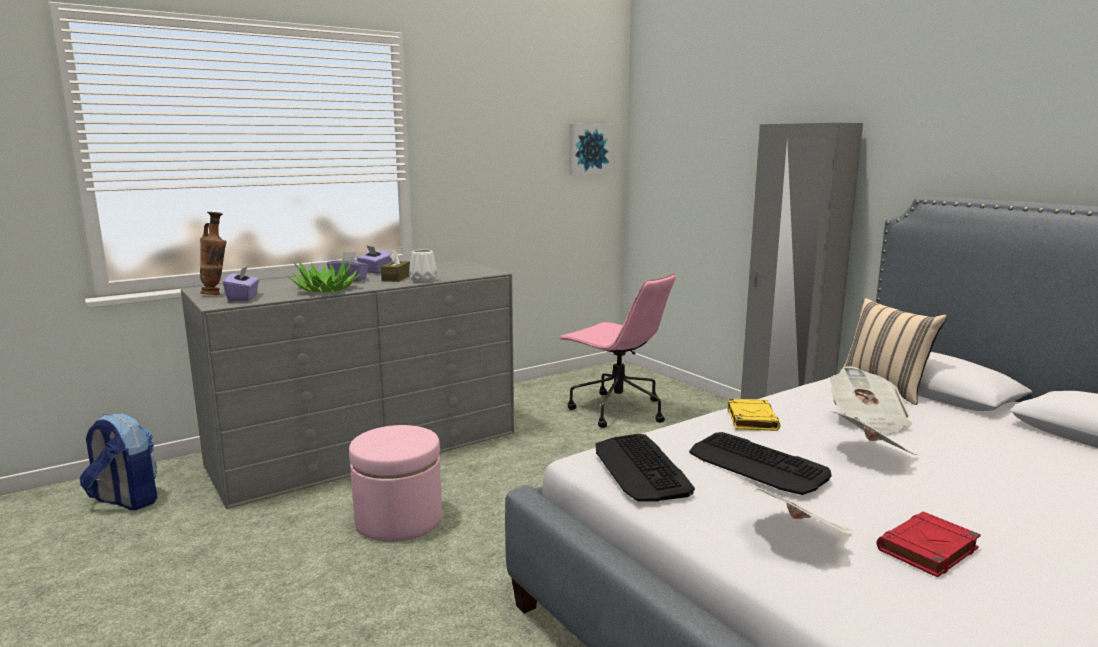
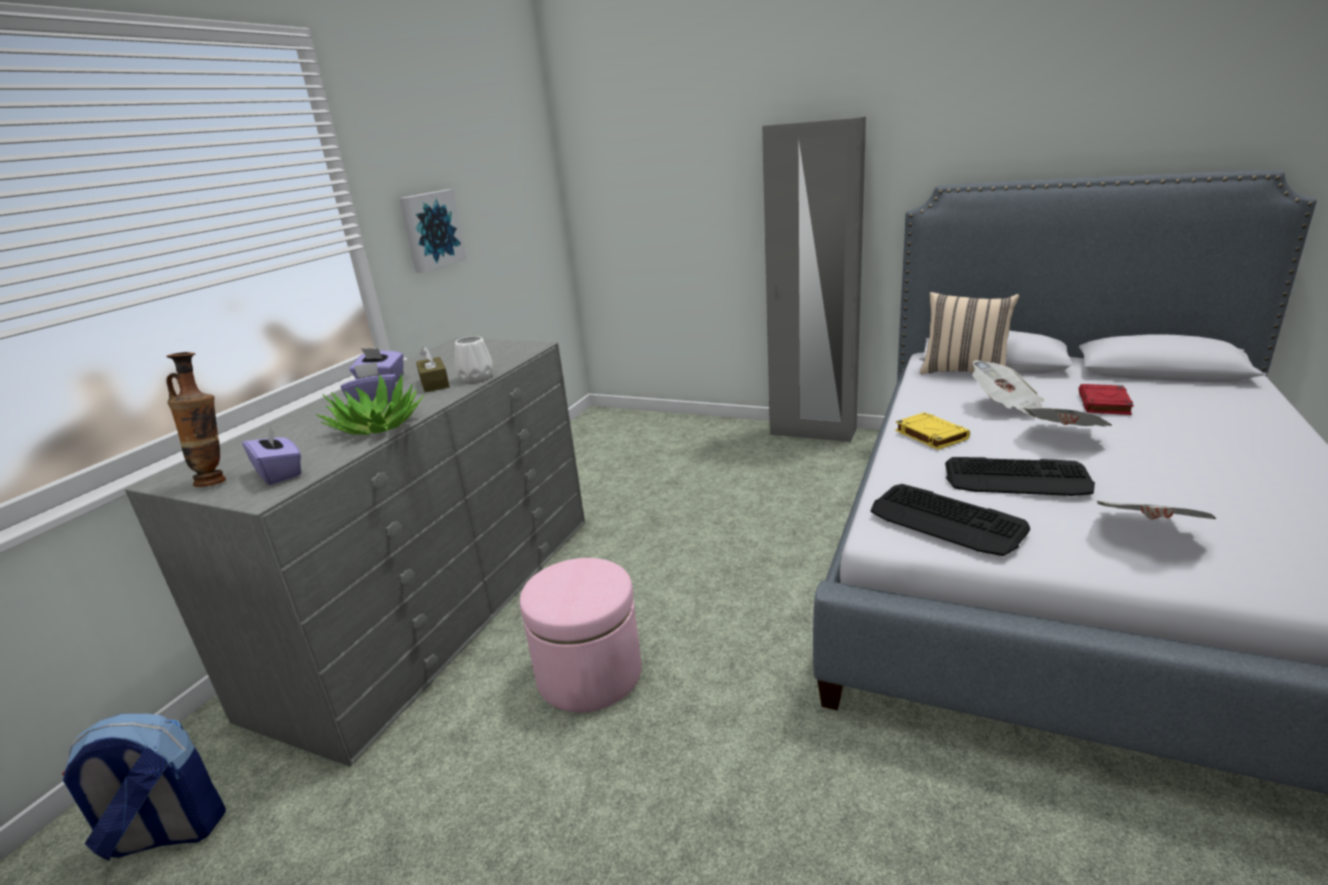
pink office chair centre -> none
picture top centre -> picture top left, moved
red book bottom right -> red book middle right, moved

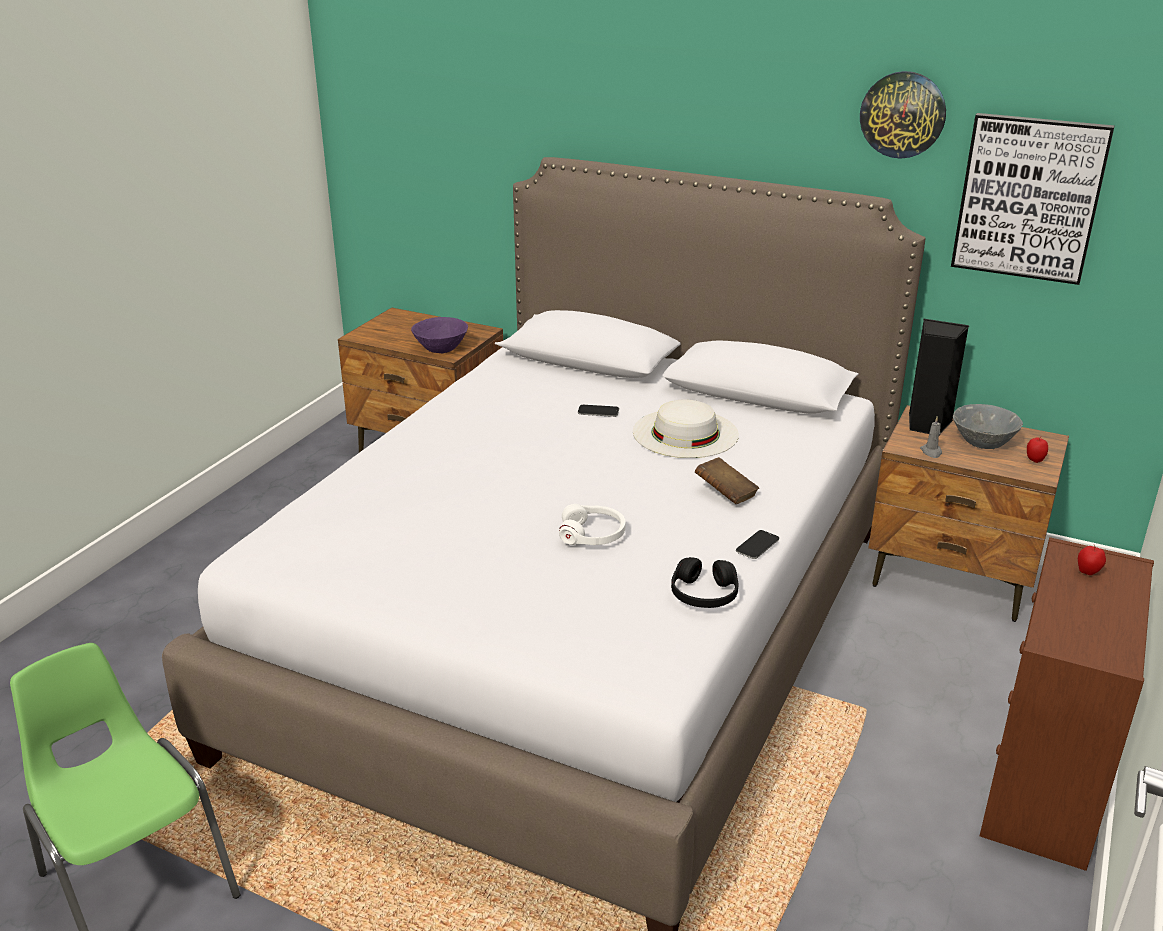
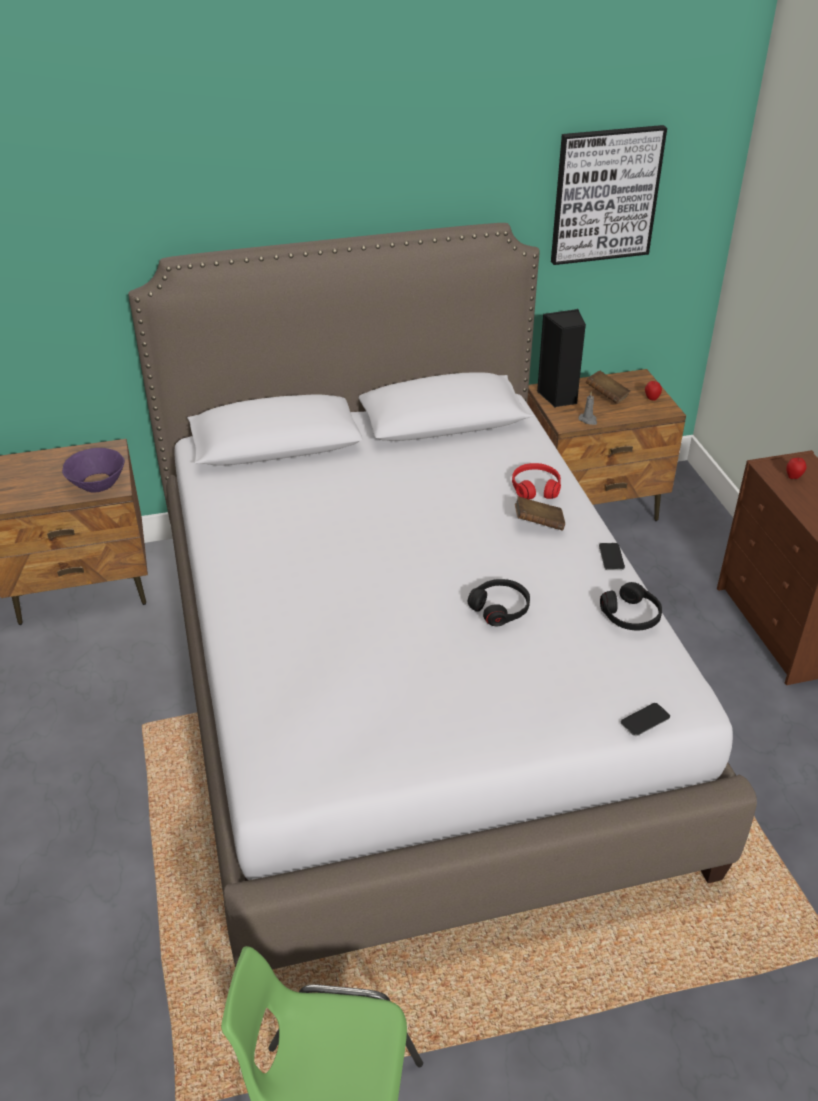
white hat centre -> none
wall clock top right -> none
none -> red headphones centre
phone (1st from left in the first image) centre -> phone (2nd from left) middle right, moved
grey bowl middle right -> brown book (2nd from left) middle right
white headphones centre -> black headphones (1st from left) centre

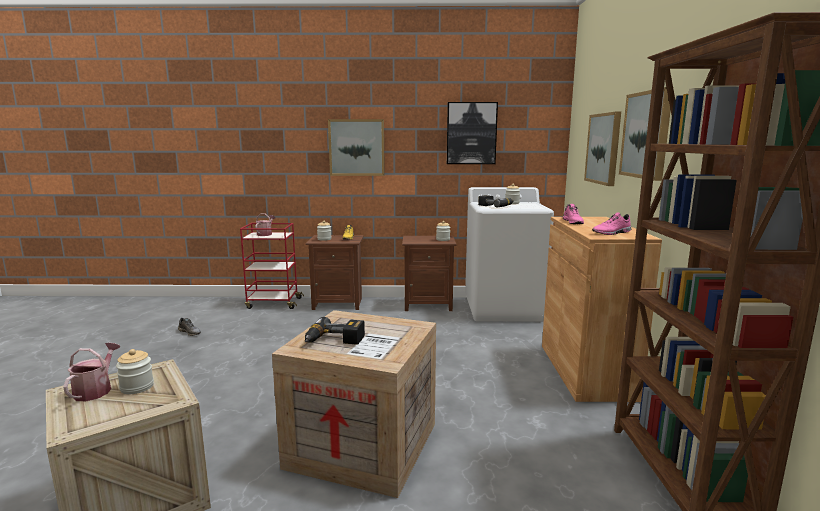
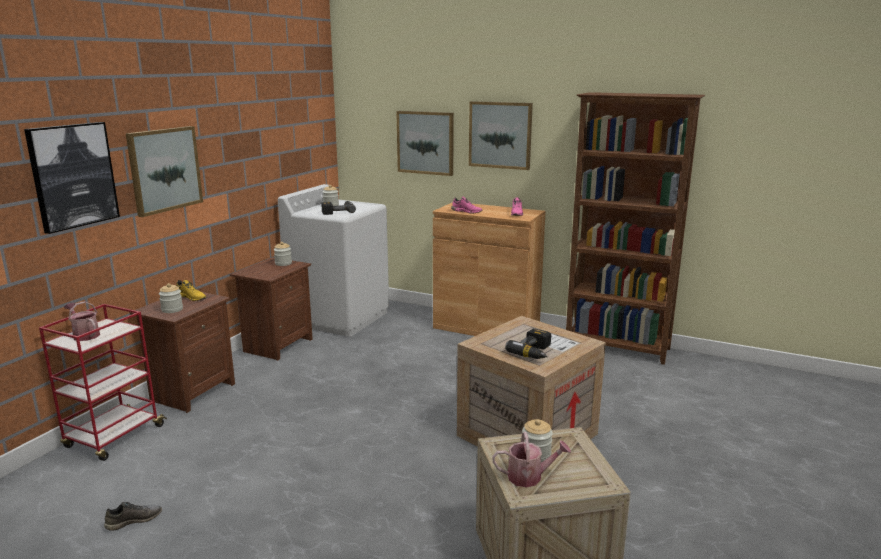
picture (2nd from left in the first image) top centre -> picture (1st from left) top left, moved
watering can (1st from left in the first image) bottom left -> watering can (2nd from left) bottom centre, 150 degrees clockwise

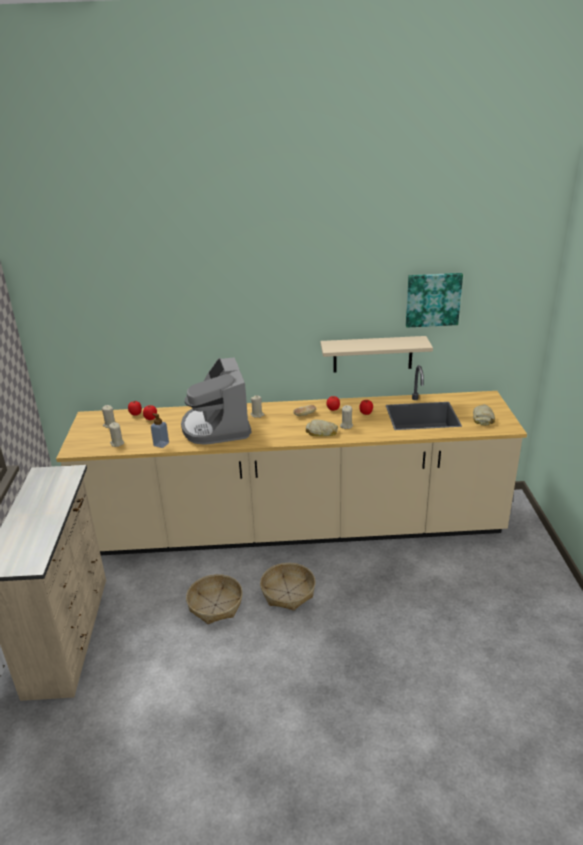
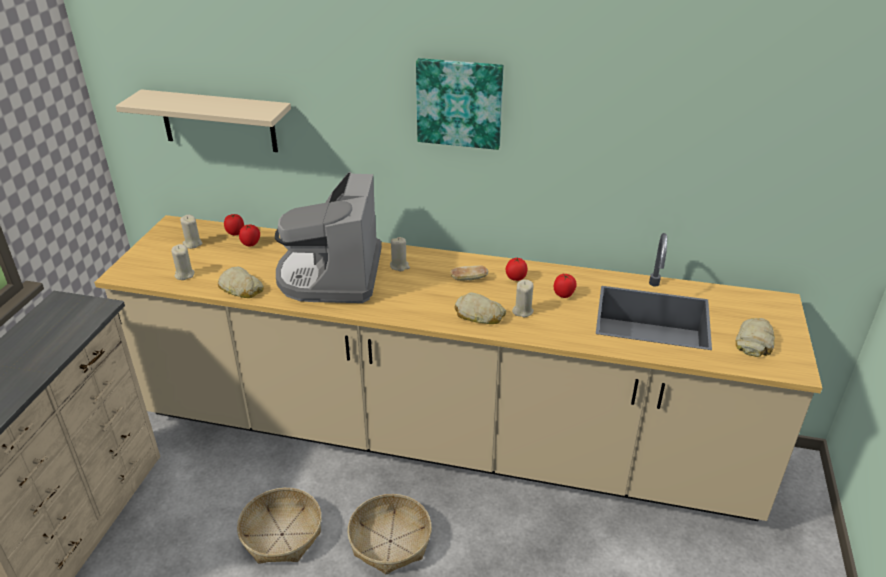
beige shelf centre -> beige shelf top left, moved
picture middle right -> picture top centre, moved
soap dispenser middle left -> bread (1st from left) middle left

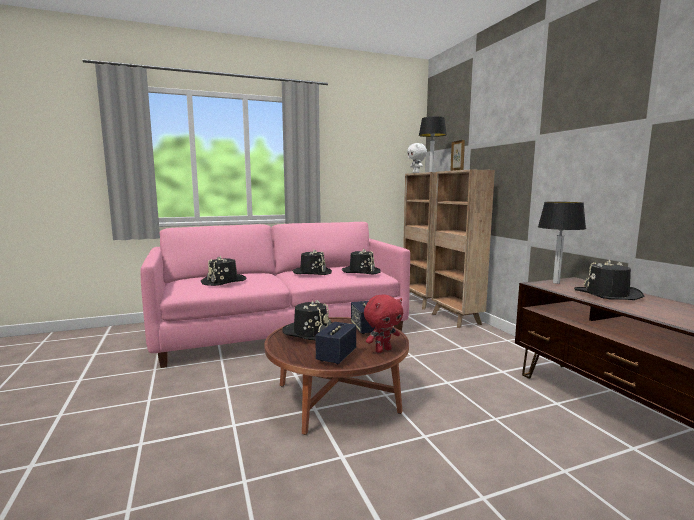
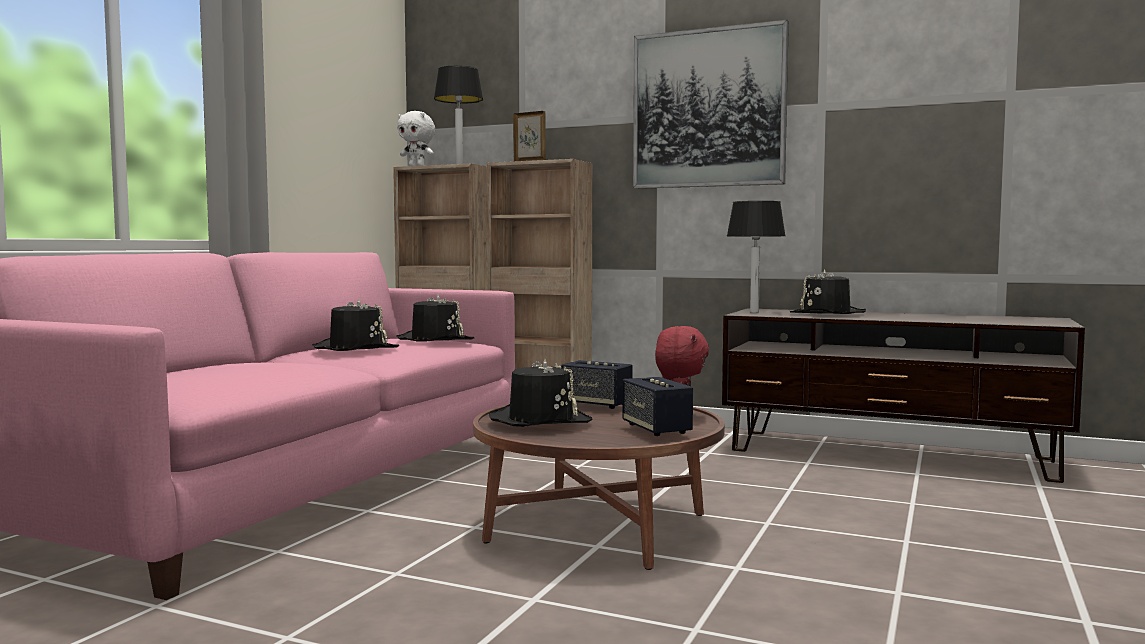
black hat (1st from left) middle left -> none
none -> picture top centre

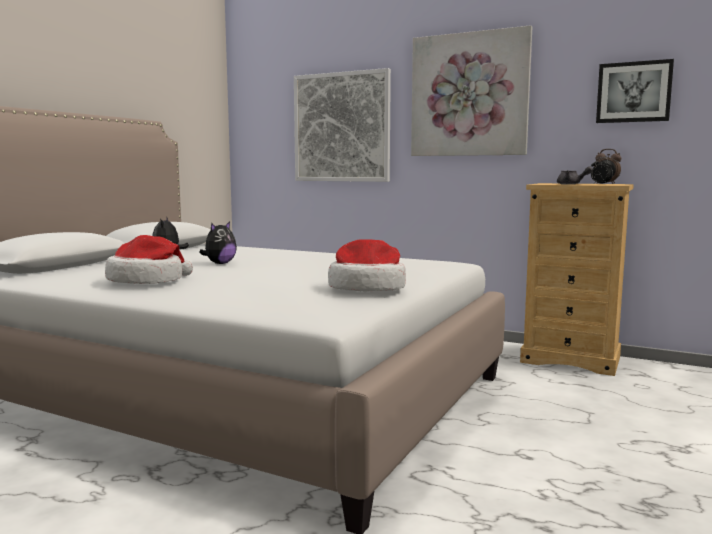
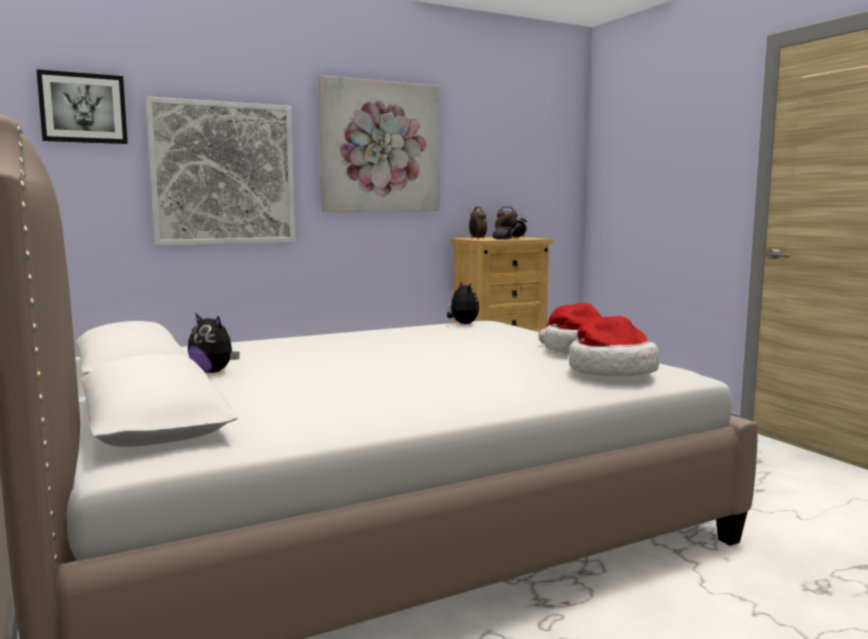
none -> alarm clock (1st from left) centre
hat (1st from left in the first image) middle left -> hat (2nd from left) middle right, moved
plush toy (2nd from left) middle left -> plush toy (2nd from left) centre, moved
picture (3rd from left in the first image) top right -> picture (1st from left) top left, moved

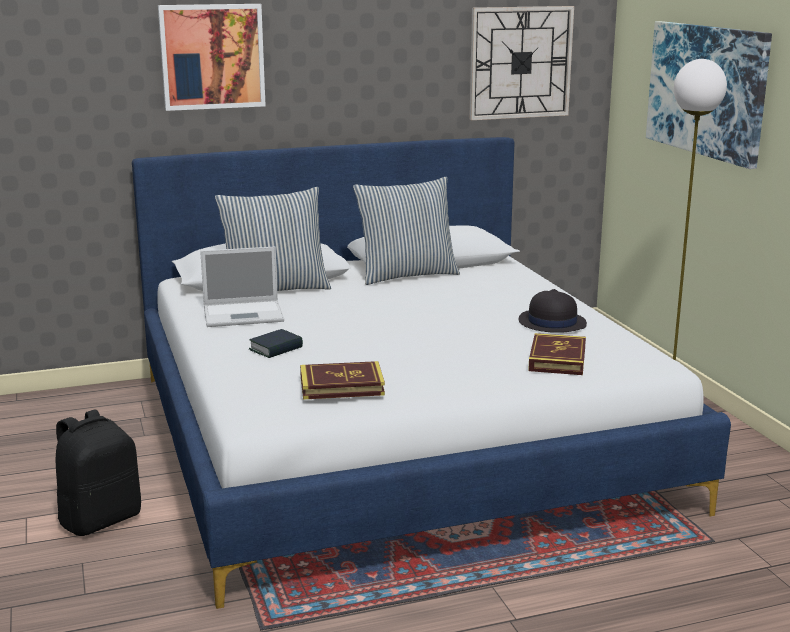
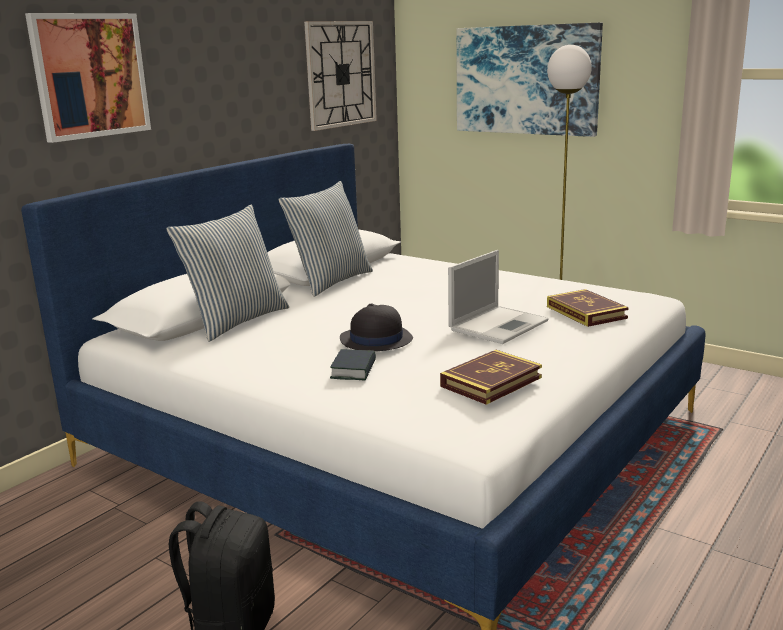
laptop middle left -> laptop centre, moved
black hat middle right -> black hat centre, moved

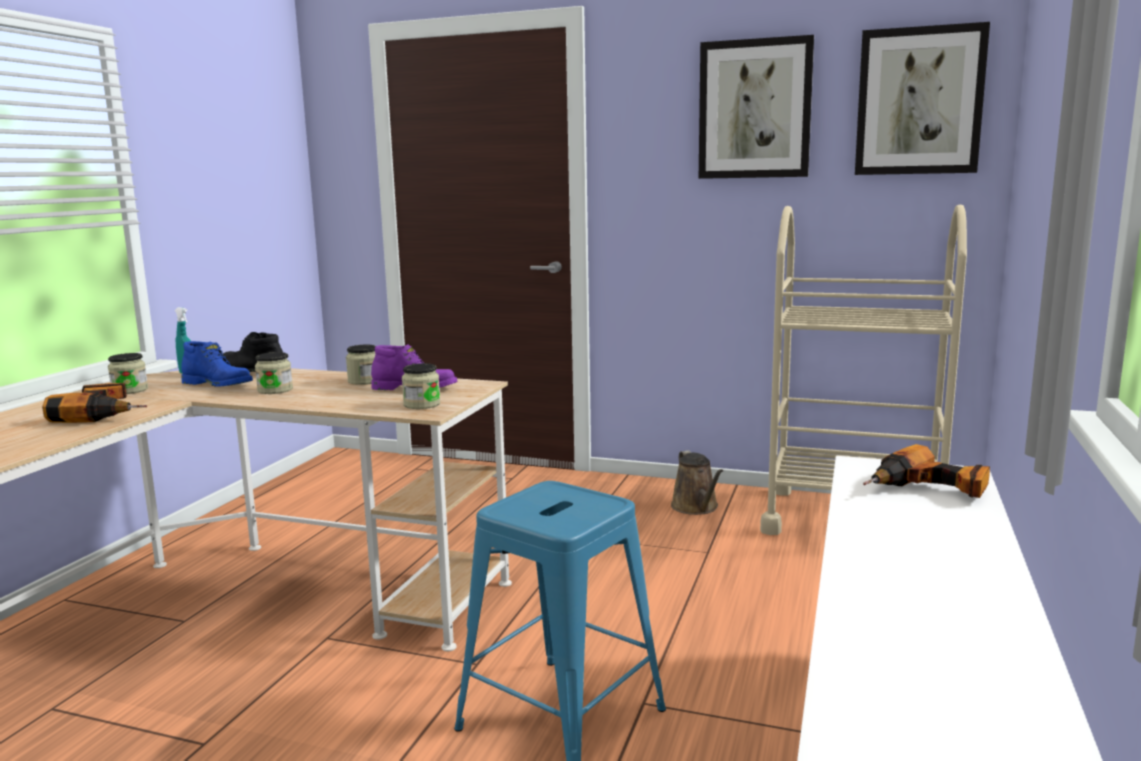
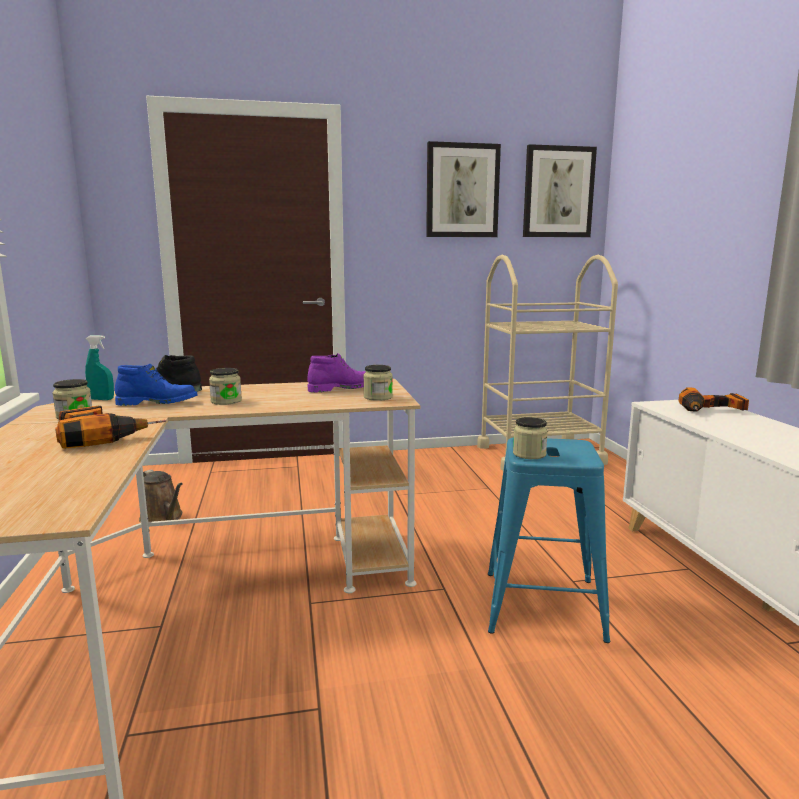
jar (3rd from left in the first image) middle left -> jar (4th from left) centre, moved
brown watering can centre -> brown watering can middle left, moved

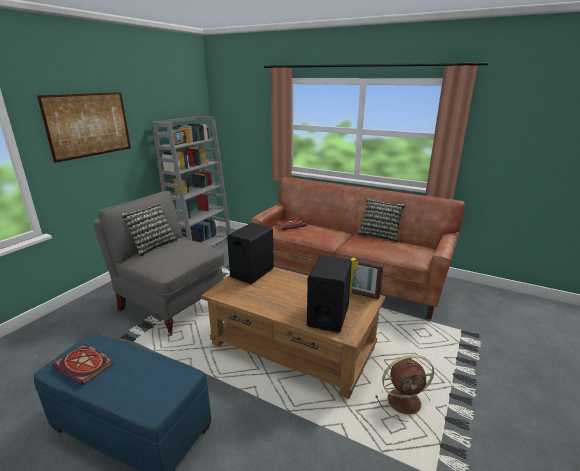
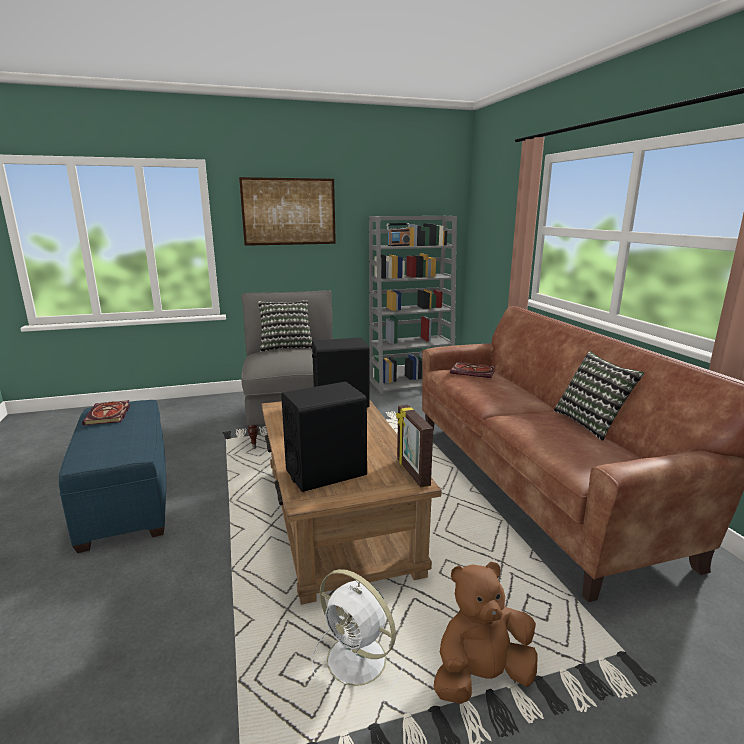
none -> brown plush toy bottom centre
brown fan bottom right -> white fan bottom centre

